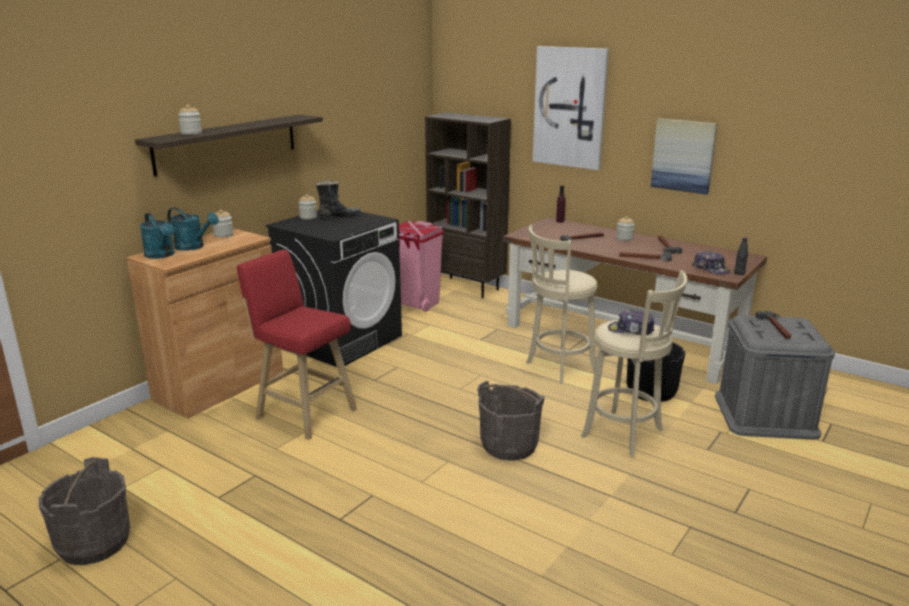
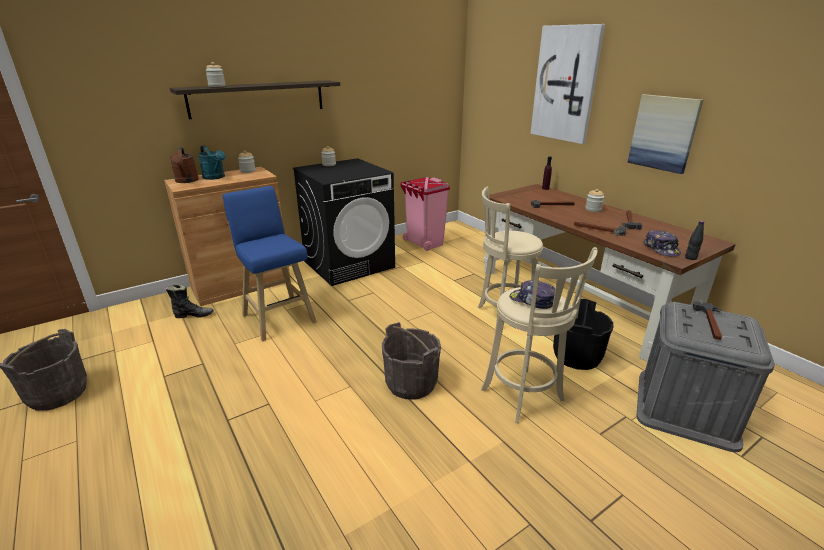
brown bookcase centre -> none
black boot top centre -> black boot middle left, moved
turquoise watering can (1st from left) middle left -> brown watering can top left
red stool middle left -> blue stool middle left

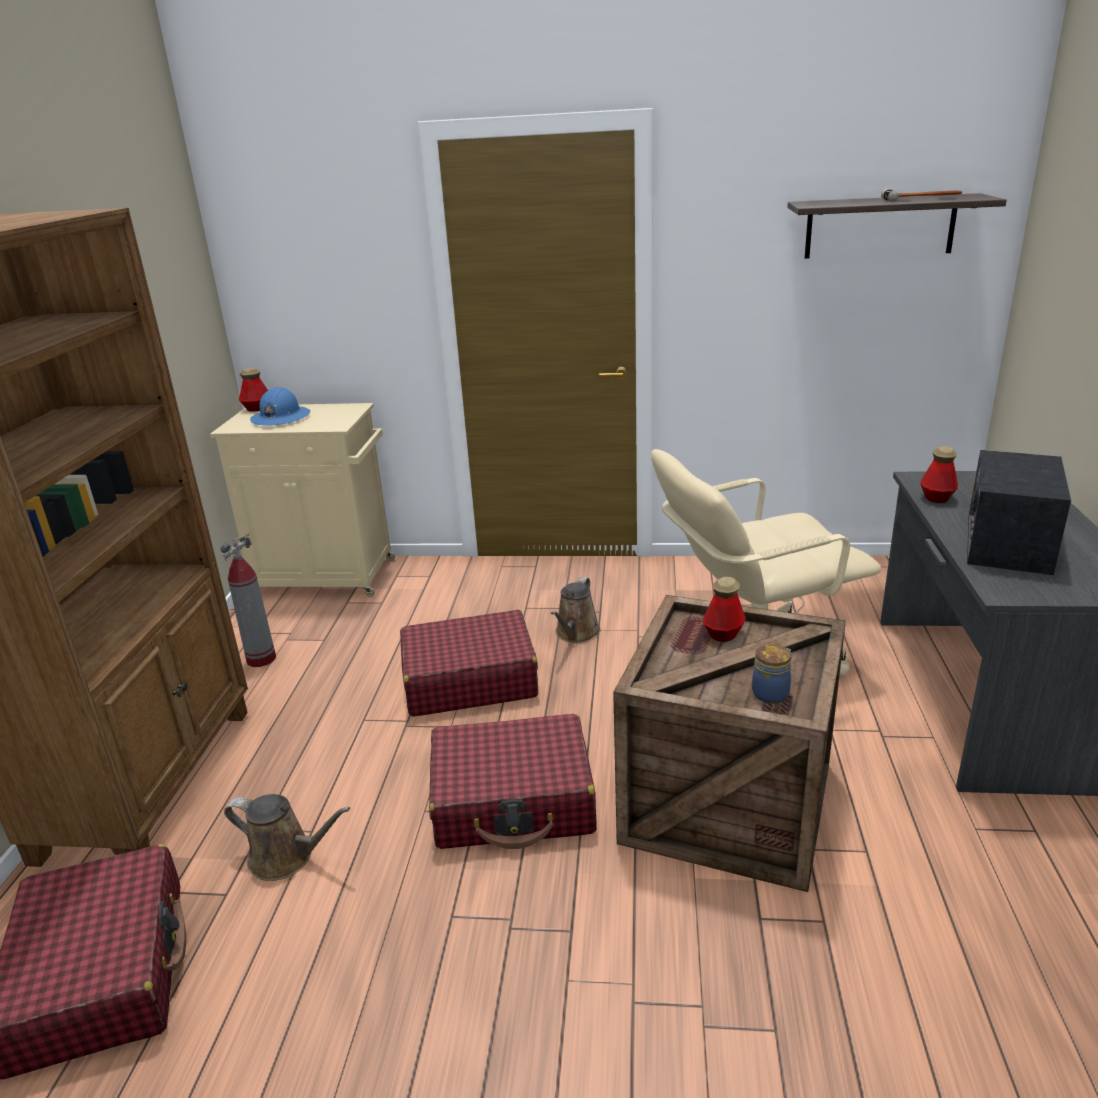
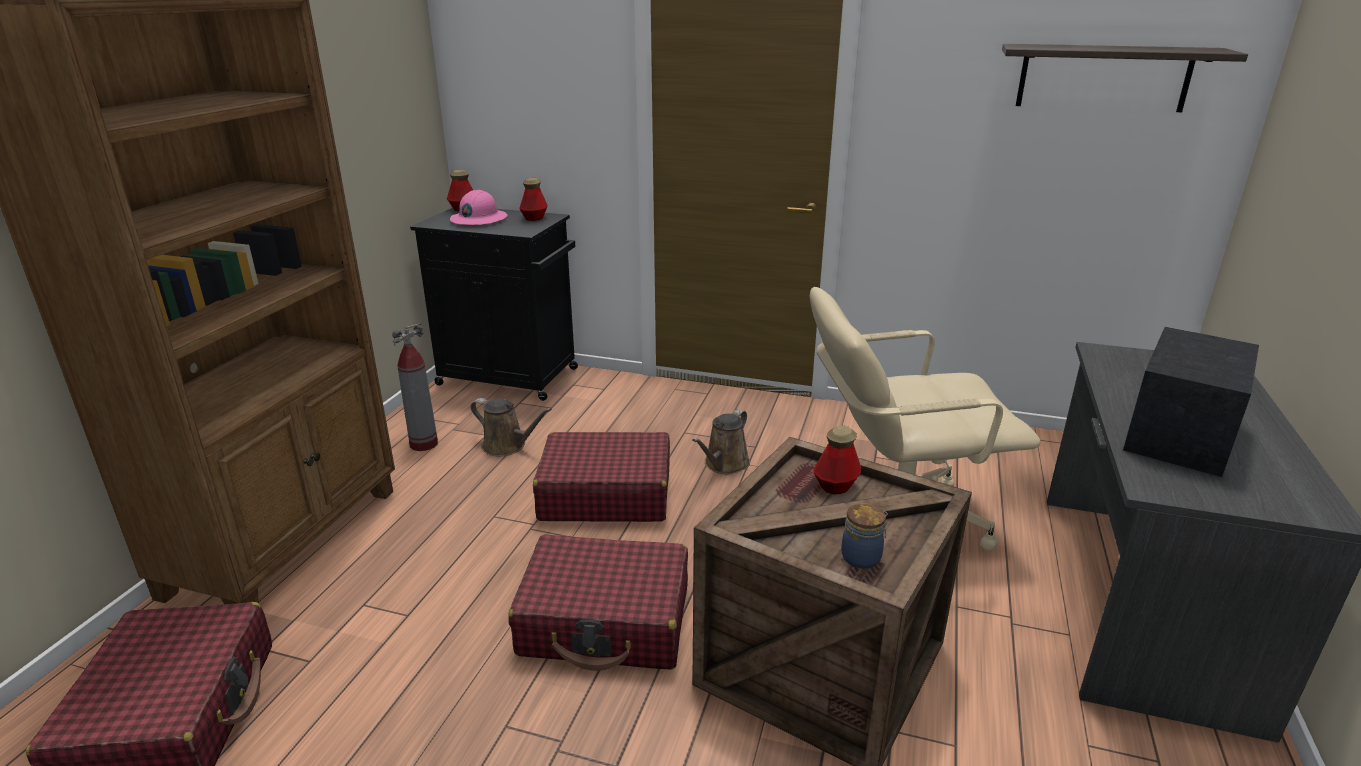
hammer top right -> none
brown watering can (1st from left) bottom left -> brown watering can (1st from left) centre, moved
bottle (3rd from left in the first image) middle right -> bottle (2nd from left) top centre, moved
beige cabinet middle left -> black cabinet centre
blue hard hat middle left -> pink hard hat top centre

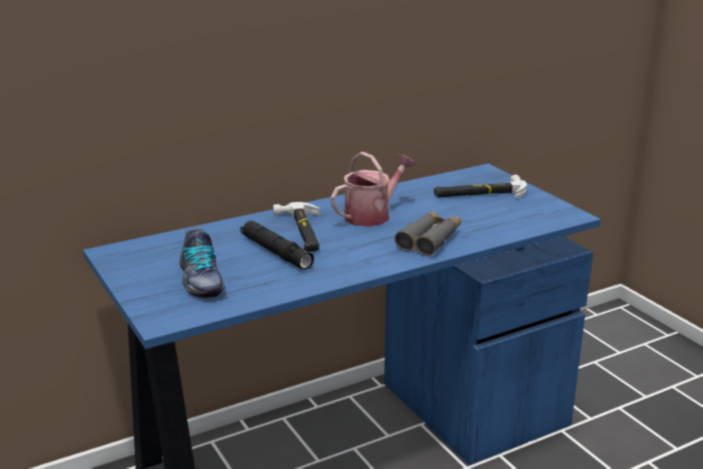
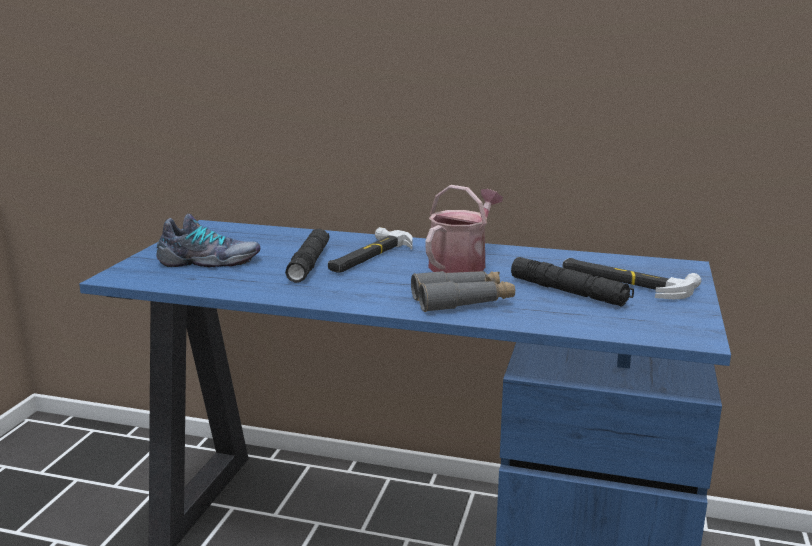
none -> black flashlight (2nd from left) middle right
shoe middle left, 120 degrees counterclockwise
watering can centre, 60 degrees counterclockwise

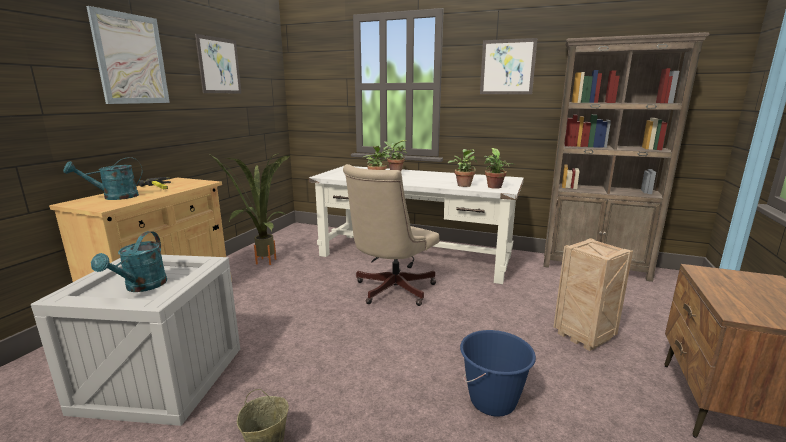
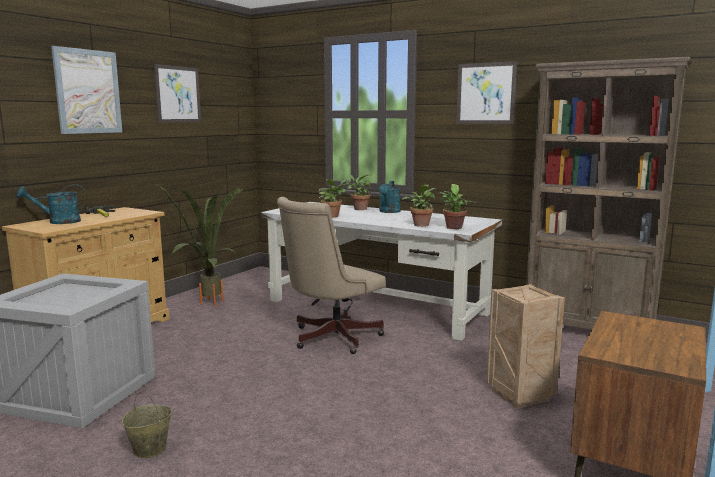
blue bucket bottom centre -> none
turquoise watering can (2nd from left) middle left -> turquoise watering can (2nd from left) centre, moved

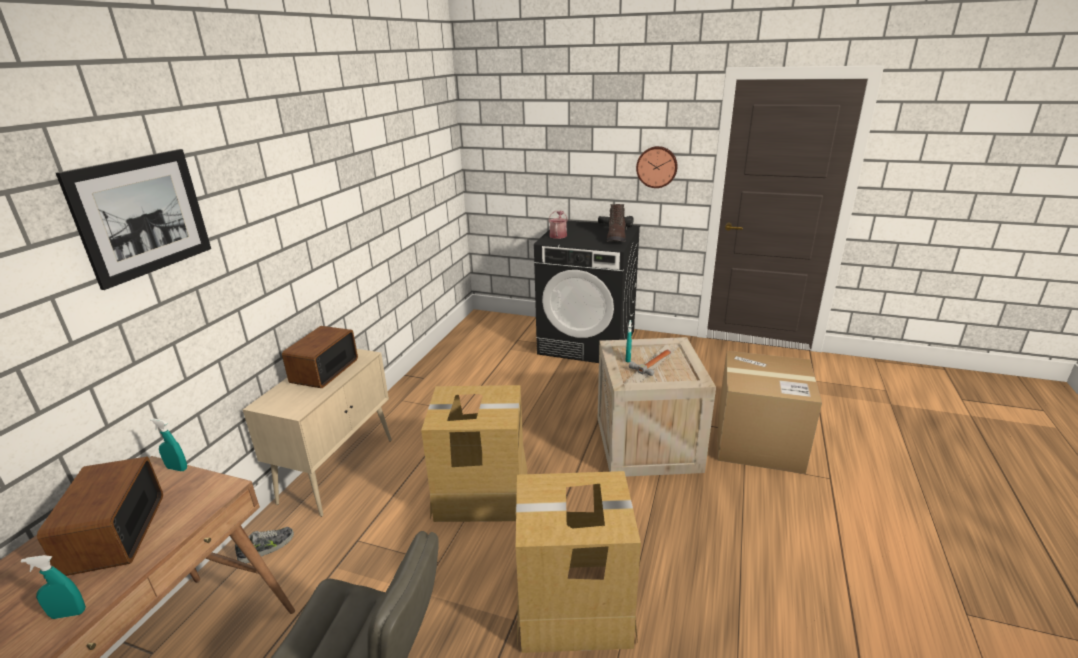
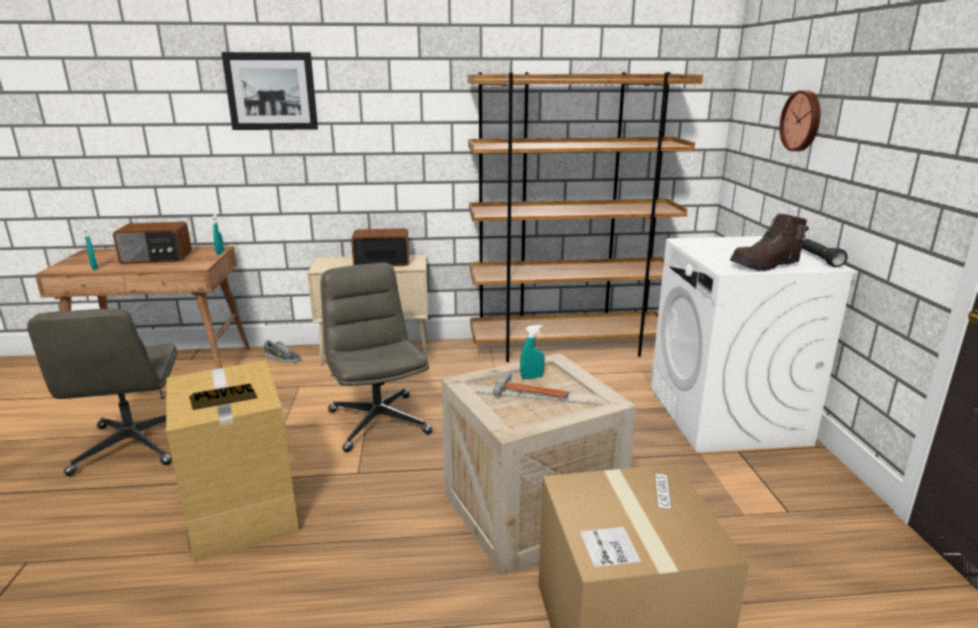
watering can centre -> none
none -> brown bookcase centre
wall clock top centre -> wall clock top right, moved
cardboard box (1st from left) bottom centre -> grey office chair (2nd from left) centre
black washing machine centre -> white washing machine middle right
radio (1st from left) bottom left -> radio (1st from left) middle left, 150 degrees counterclockwise

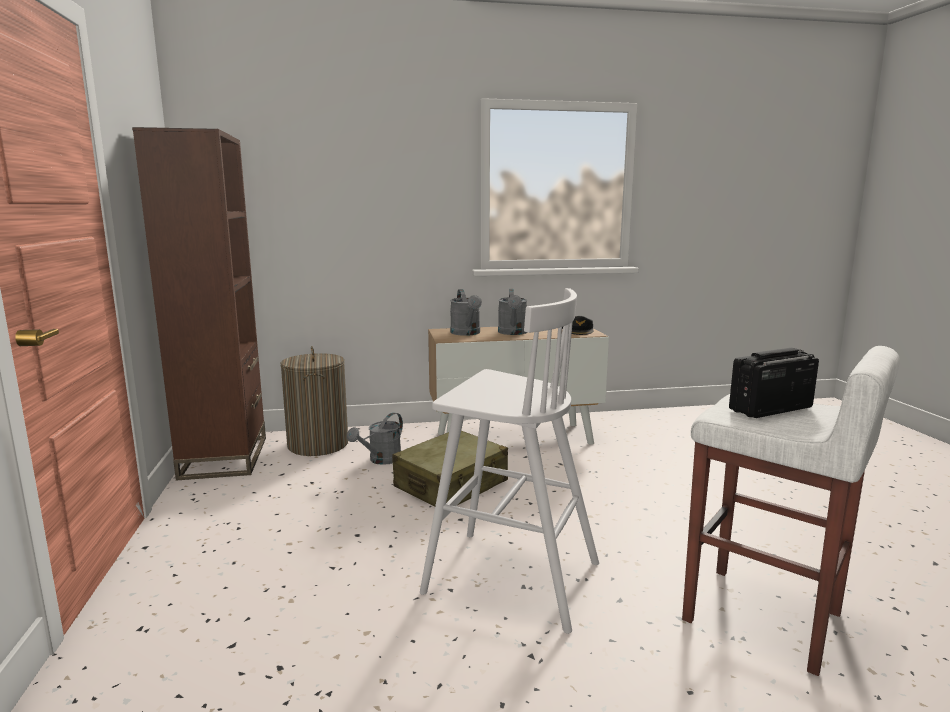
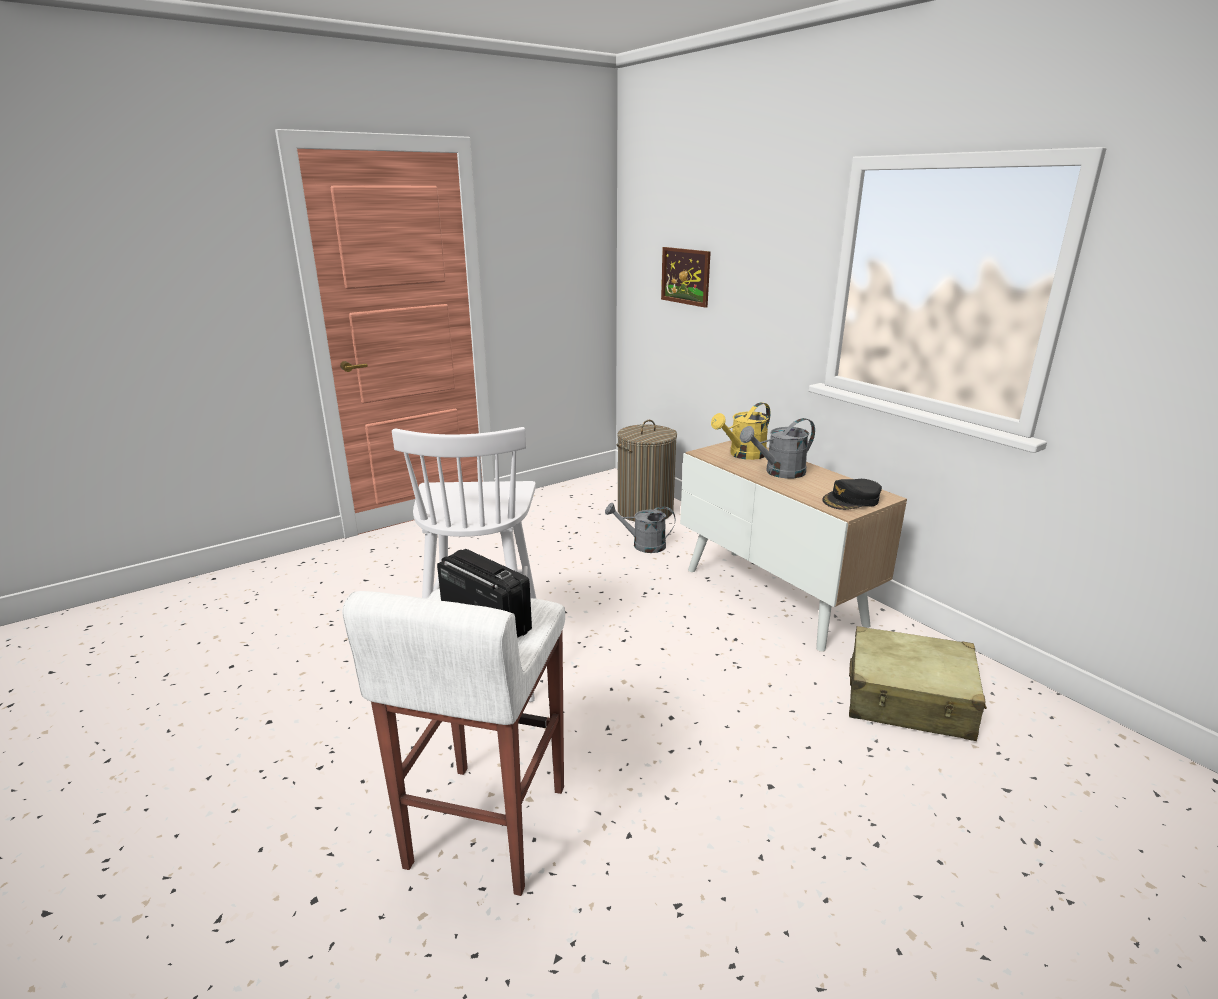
brown bookcase middle left -> none
none -> picture top centre
beige suitcase centre -> beige suitcase bottom right, moved
grey watering can (2nd from left) centre -> yellow watering can centre

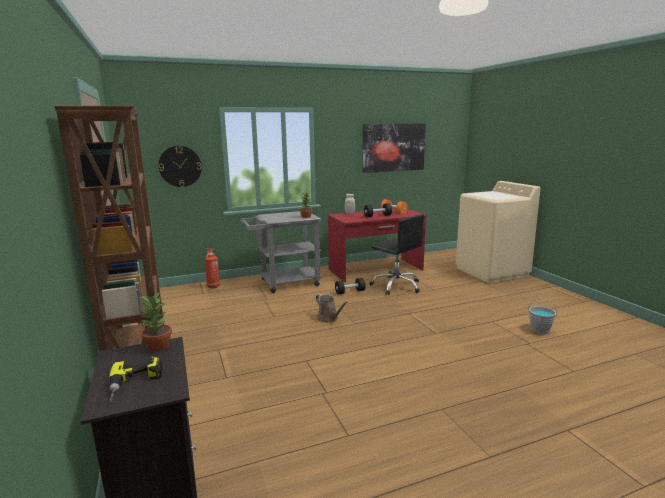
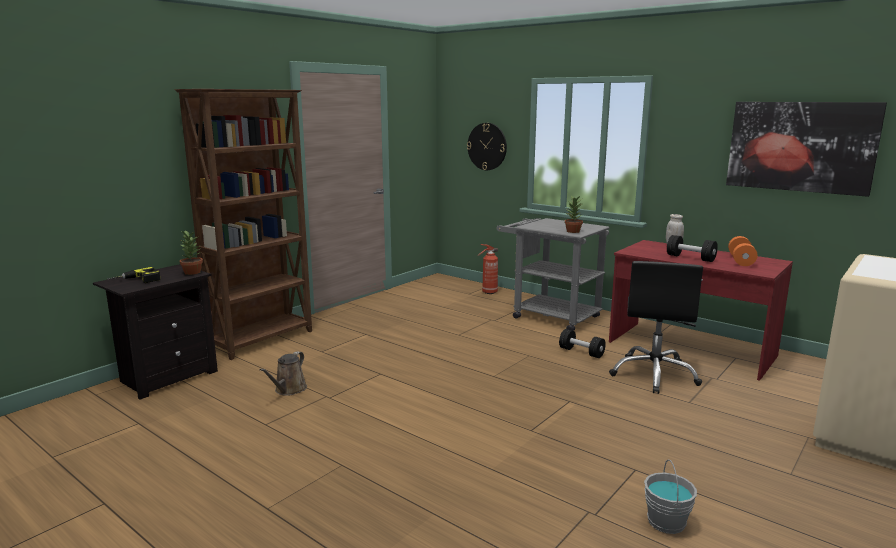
brown watering can centre -> brown watering can bottom left, moved

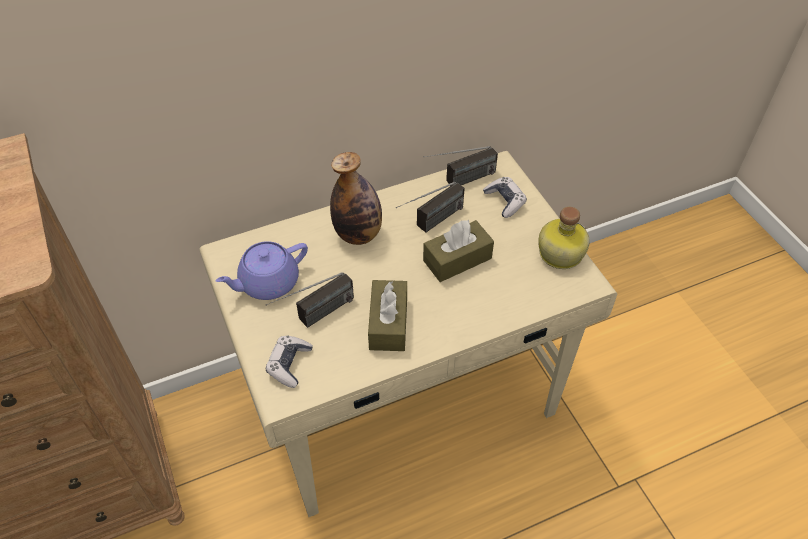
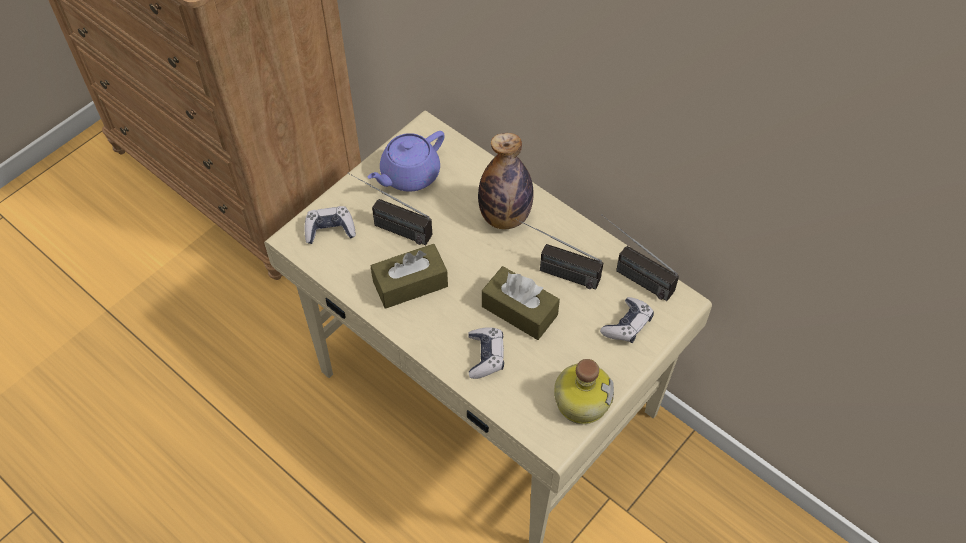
none -> game controller (2nd from left) centre
purple teapot middle left -> purple teapot top centre, 75 degrees counterclockwise

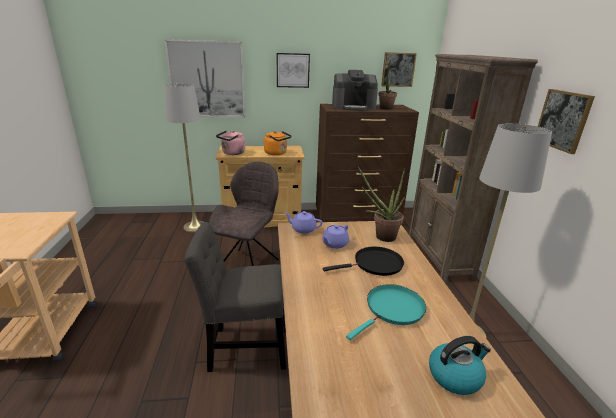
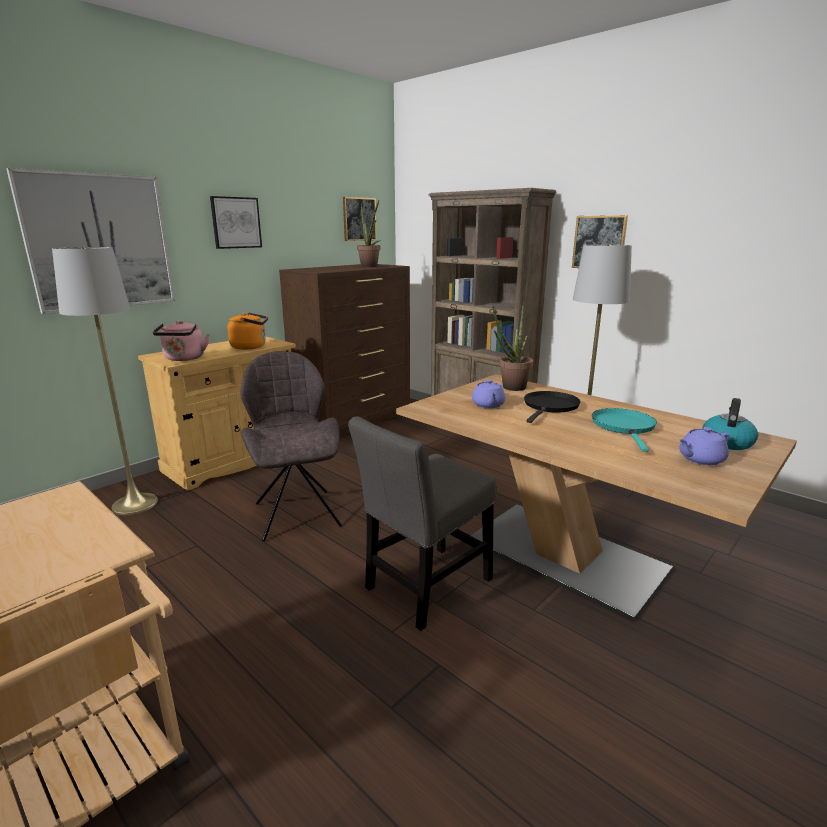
coffee machine top centre -> none
purple teapot (1st from left in the first image) centre -> purple teapot (2nd from left) middle right, moved

